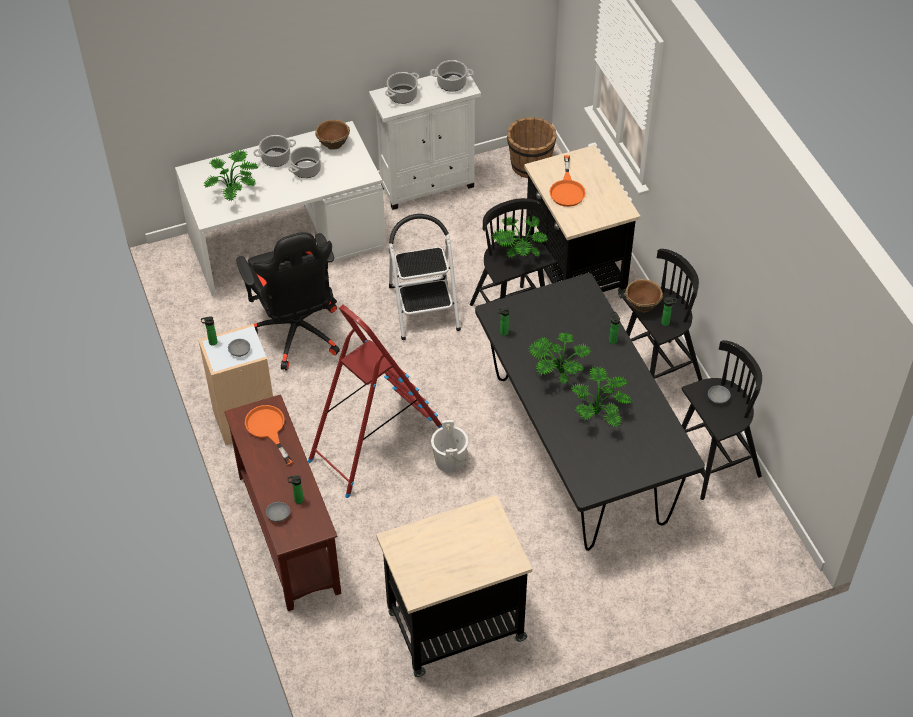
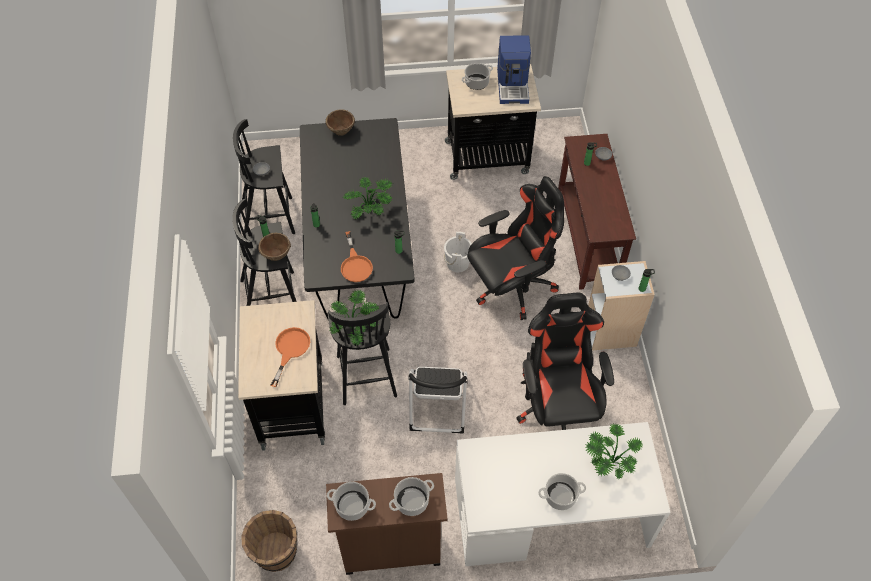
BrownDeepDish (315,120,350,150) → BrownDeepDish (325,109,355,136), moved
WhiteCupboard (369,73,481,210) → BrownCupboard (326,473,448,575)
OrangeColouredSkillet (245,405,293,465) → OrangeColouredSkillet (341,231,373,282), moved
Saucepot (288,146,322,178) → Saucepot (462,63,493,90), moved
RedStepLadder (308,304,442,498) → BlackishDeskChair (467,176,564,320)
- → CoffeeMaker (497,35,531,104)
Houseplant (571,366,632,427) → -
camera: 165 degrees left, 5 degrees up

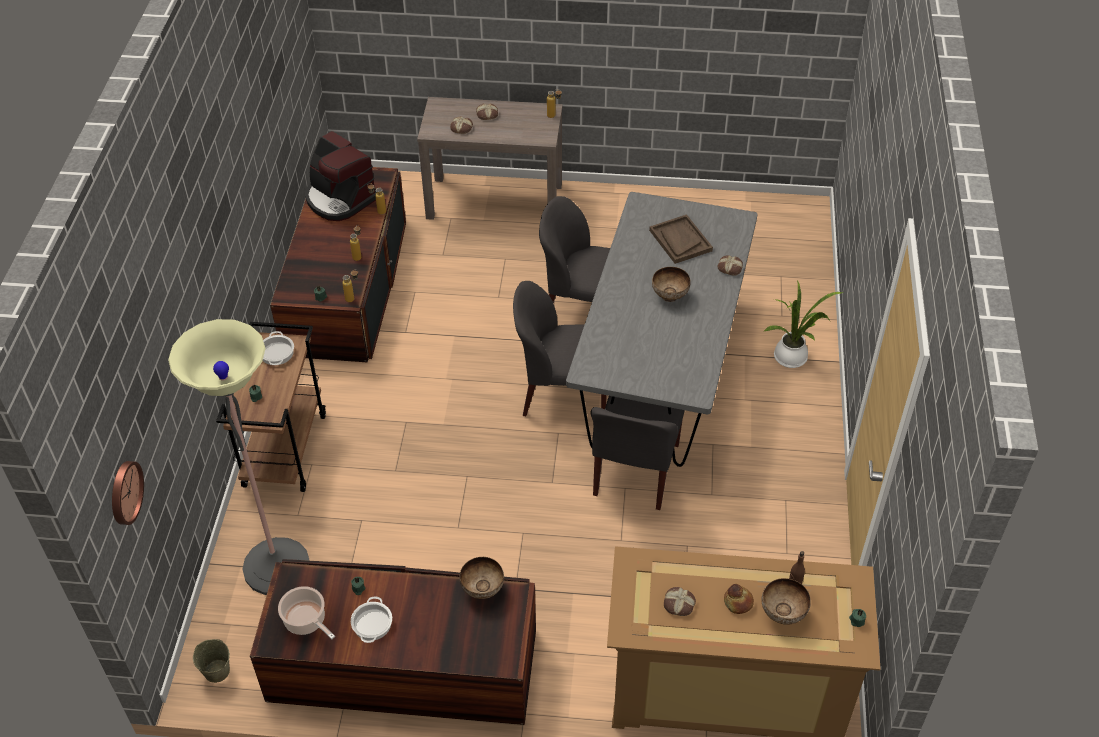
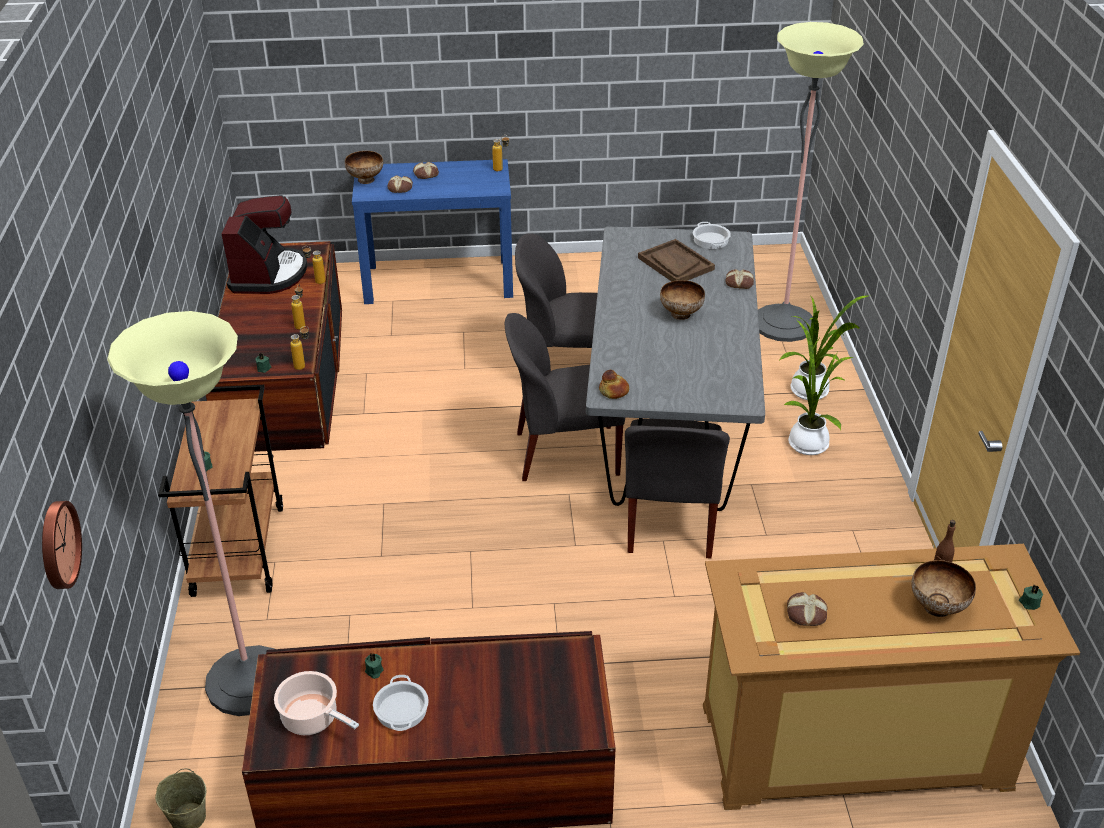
CoffeeMaker (305,131,377,221) → CoffeeMaker (222,195,307,294), 120 degrees counterclockwise
DeepDish (459,557,504,599) → DeepDish (345,151,383,184), moved
BrownHallTable (417,97,562,220) → BlueHallTable (352,159,513,304)
BakeryBread (724,584,754,614) → BakeryBread (599,370,629,399), moved
Saucepot (263,331,294,365) → Saucepot (693,222,731,249), moved
- → StandingLamp (758,22,864,342)
- → Houseplant (784,320,853,455)
camera: 10 degrees left, 10 degrees down

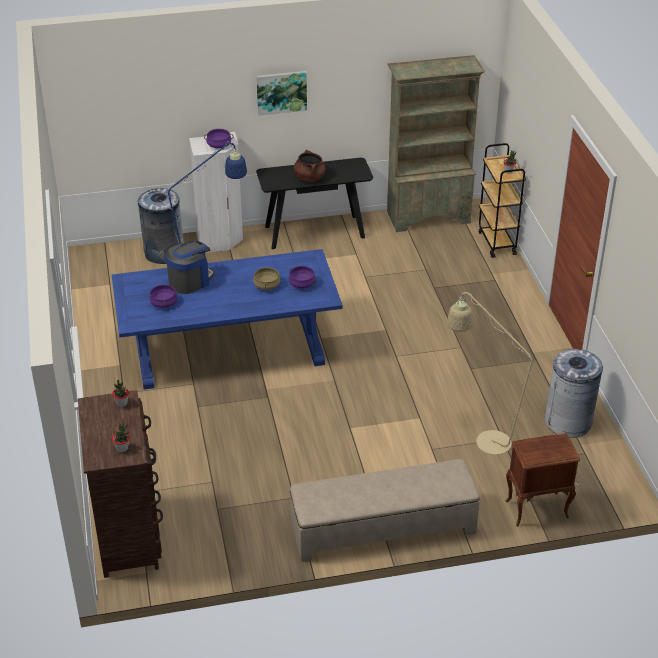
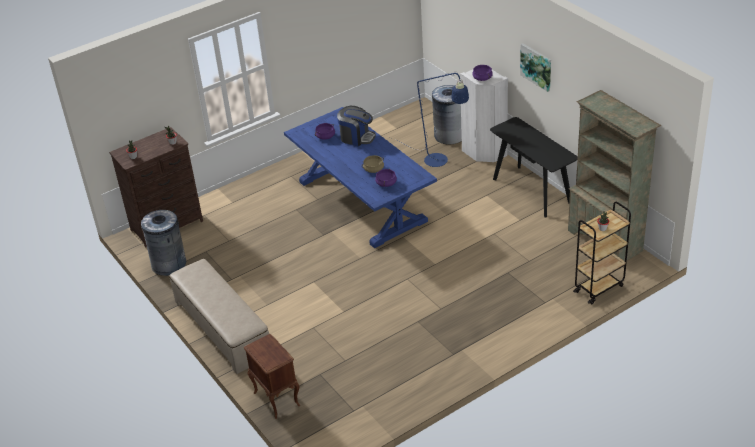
GreyRubbishBin (544,349,603,438) → GreyRubbishBin (141,210,186,276), moved
BrownSaucepot (294,150,326,182) → -
SandColouredStandingLamp (447,292,578,485) → -
camera: 70 degrees right, 0 degrees up

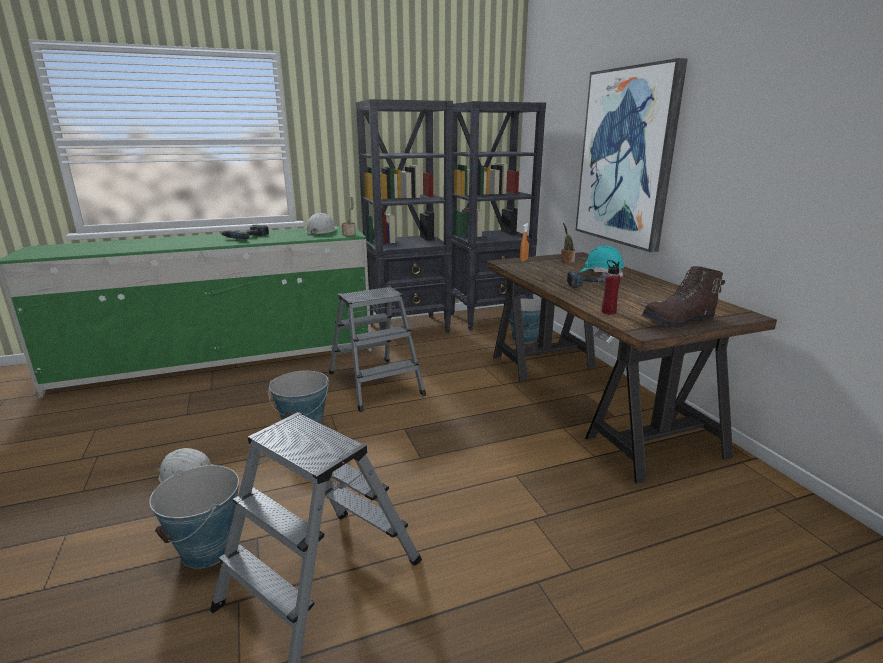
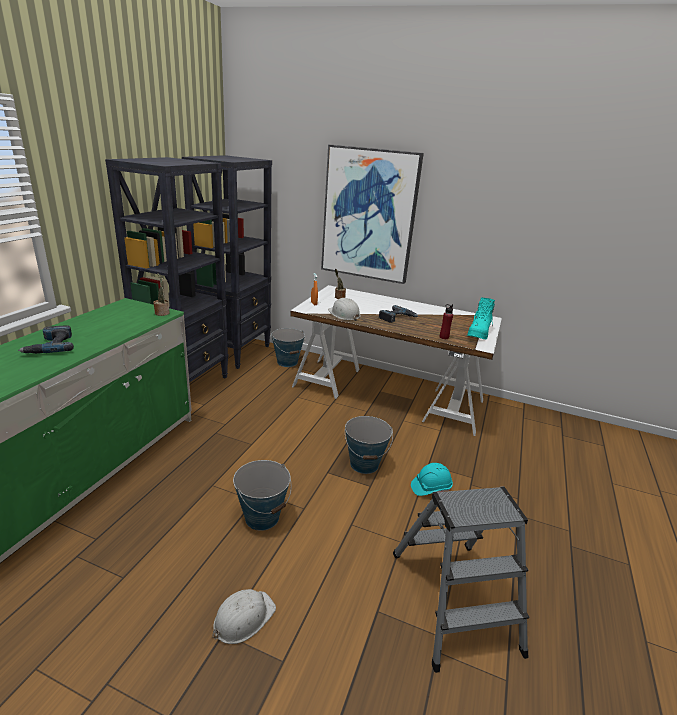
BrownDeskUnit (486,252,777,484) → WhiteDeskUnit (290,285,502,436)
WhiteHardHat (306,213,337,235) → WhiteHardHat (328,298,361,321), moved
Pail (149,465,239,569) → Pail (345,416,393,474), moved
BlueGreenHardHat (579,245,624,277) → BlueGreenHardHat (411,463,453,496), moved
BrownHighTopBoot (642,266,725,328) → BlueGreenHighTopBoot (467,297,495,339)
GreyStepLadder (329,287,426,412) → -
camera: 50 degrees left, 5 degrees up

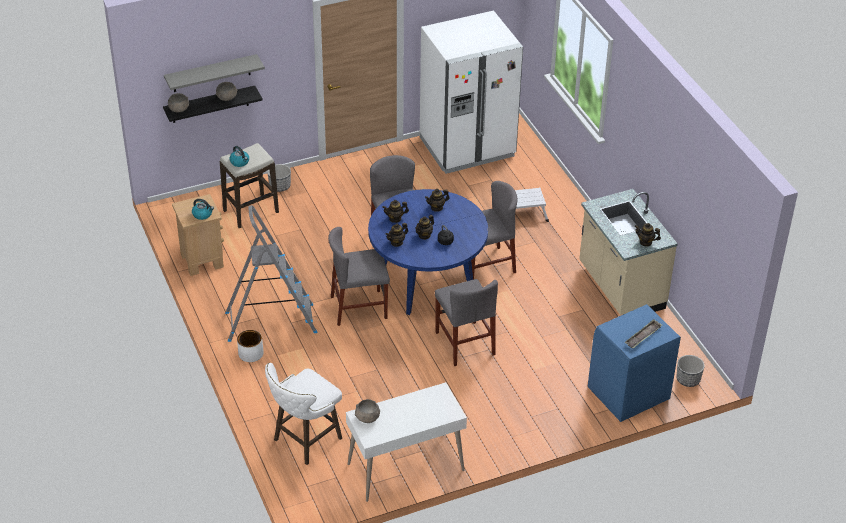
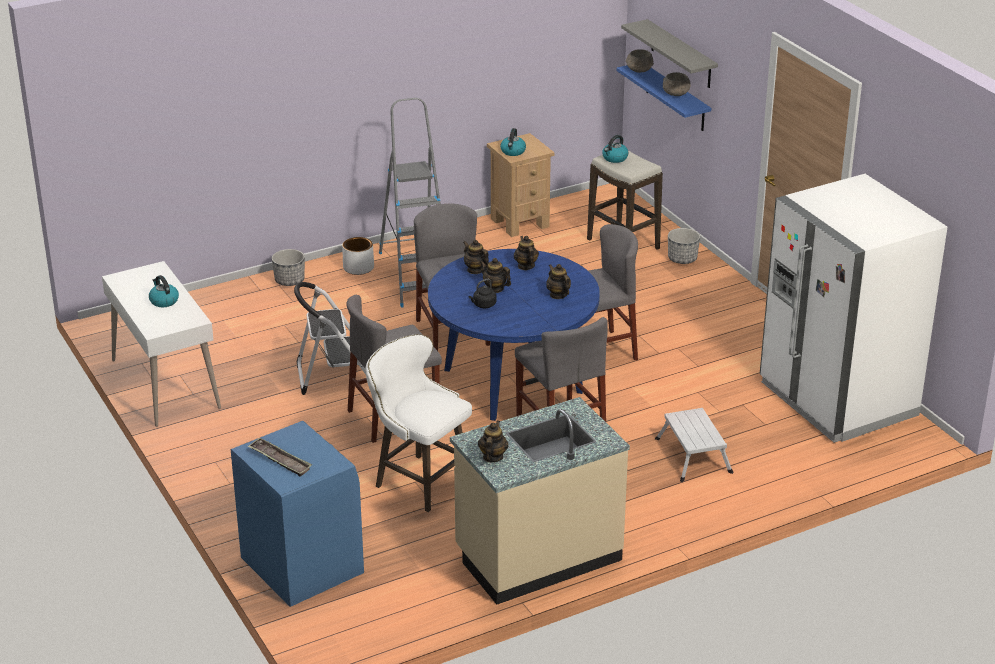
- → TeaKettle (149,275,179,307)
PlantPot (676,355,705,387) → PlantPot (272,249,305,286), moved
- → StepLadder (294,282,366,395)
WhiteStool (265,363,342,465) → WhiteStool (365,334,472,512), moved
BlackishWallShelf (163,86,263,123) → BlueWallShelf (617,65,711,131)
GreyDeepDish (355,399,380,423) → -
camera: 85 degrees right, 10 degrees down

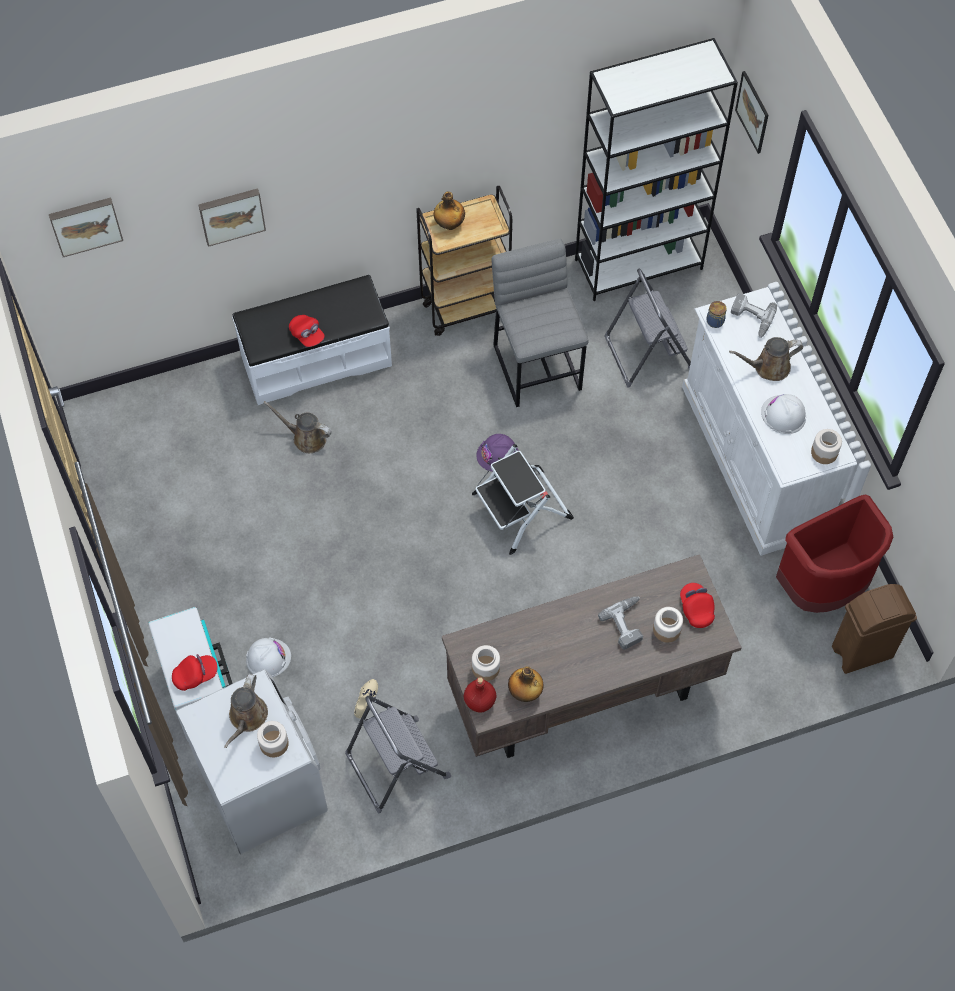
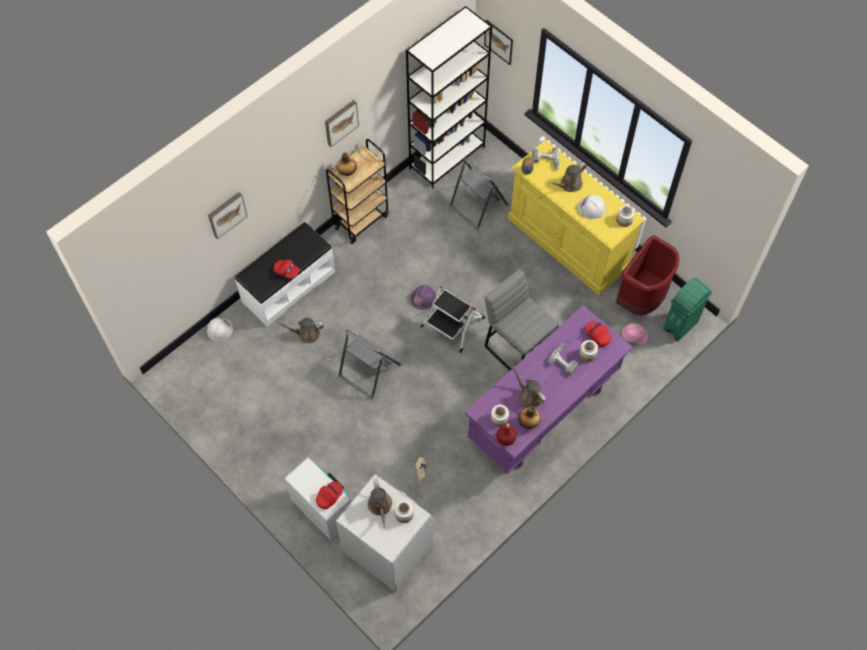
WhiteHardHat (246,637,291,677) → WhiteHardHat (207,317,233,341), moved
Picture (49,197,123,257) → Picture (325,100,359,147), moved
GreyStepLadder (345,696,451,814) → GreyStepLadder (338,330,402,399), moved
BrownDeskUnit (442,554,742,758) → PurplishDeskUnit (465,305,633,474)
GreyChair (492,239,589,407) → GreyChair (484,269,559,371), moved
WhiteCupboard (682,287,857,556) → YellowColouredCupboard (508,140,644,295)
- → BrownWateringCan (510,362,546,408)
- → PinkColouredHardHat (621,323,648,344)
BrownRubbishBin (832,584,917,674) → GreenColouredRubbishBin (663,278,712,341)
camera: 25 degrees left, 0 degrees up

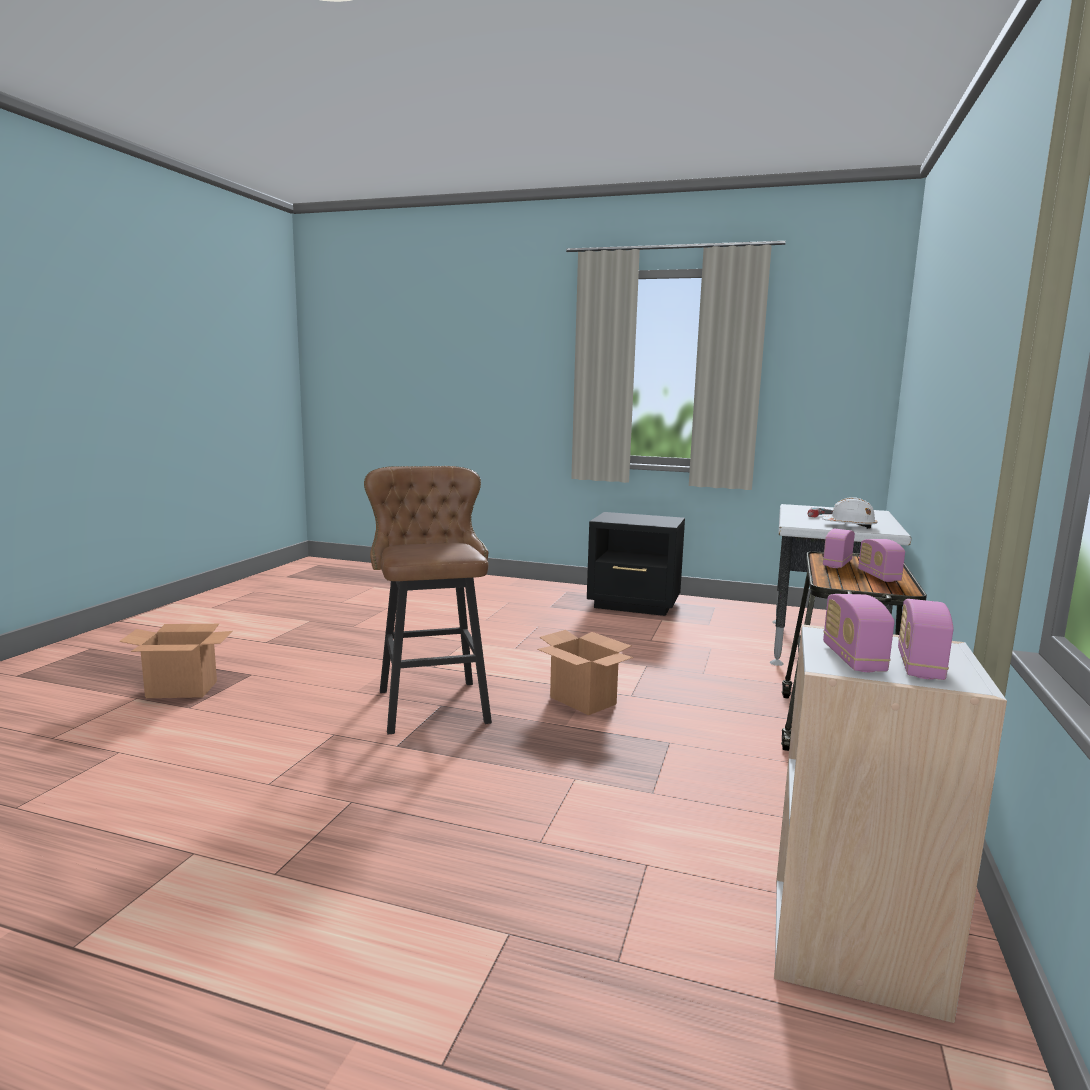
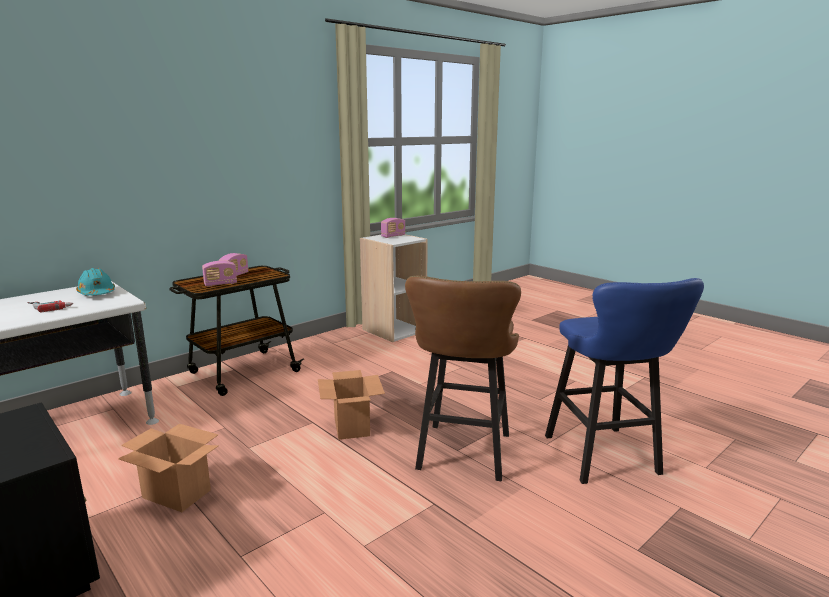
WhiteHardHat (822,497,877,529) → BlueGreenHardHat (76,268,115,296)
PackingBox (119,624,233,698) → PackingBox (118,424,219,512), moved
- → BlueStool (545,278,704,484)
RadioSet (823,594,894,672) → -
camera: 150 degrees left, 5 degrees up

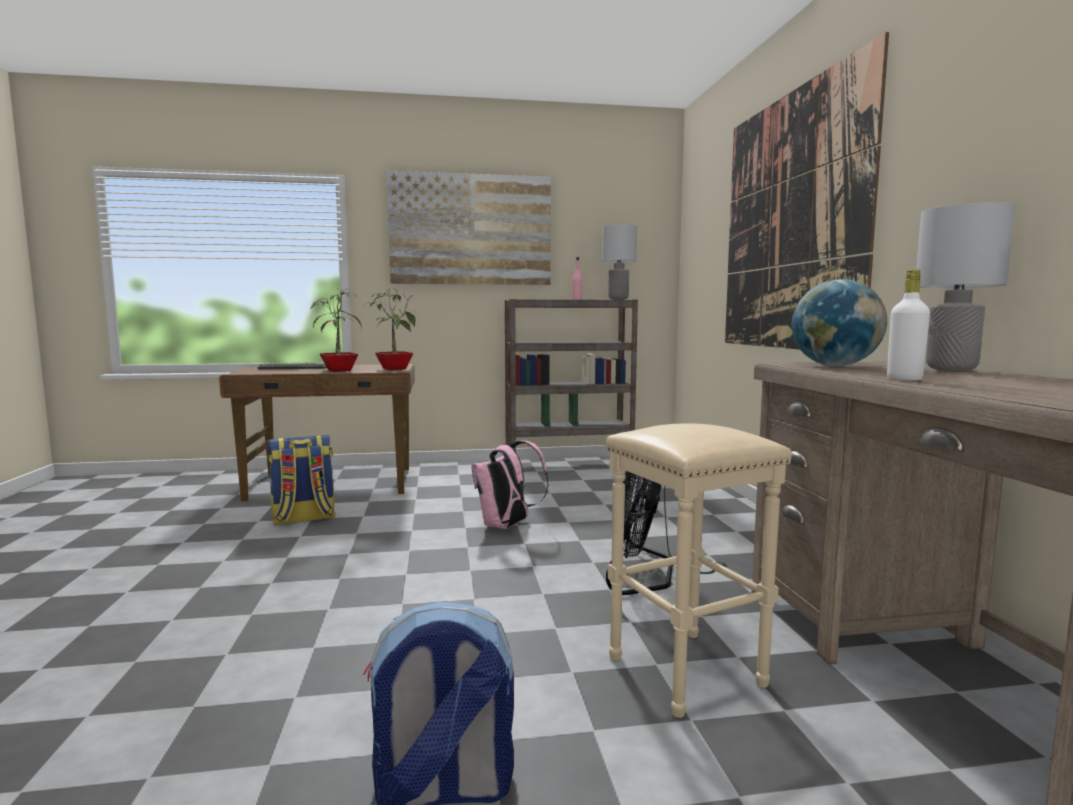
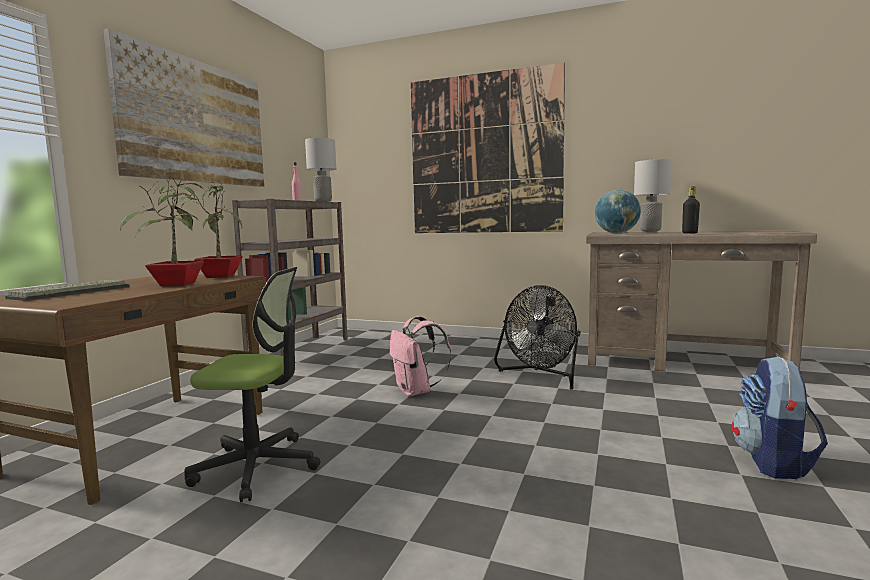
Rucksack (267,435,336,526) → DeskChair (184,267,321,502)
WhiteDrinkBottle (887,269,930,381) → BlackishDrinkBottle (682,186,700,233)
SandColouredStool (606,423,792,718) → -
camera: 60 degrees left, 0 degrees up

